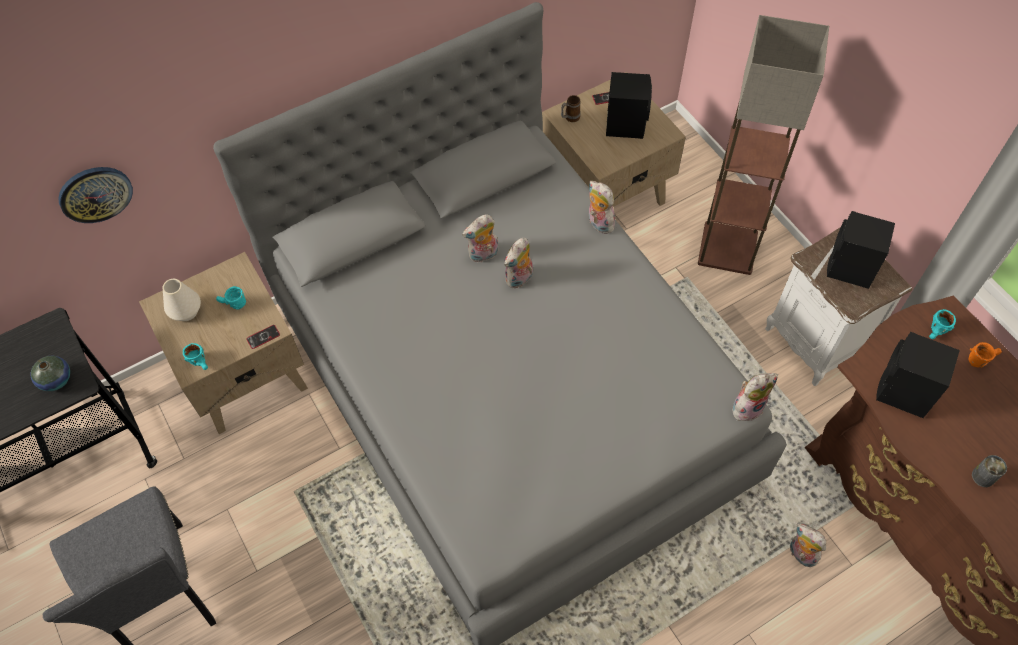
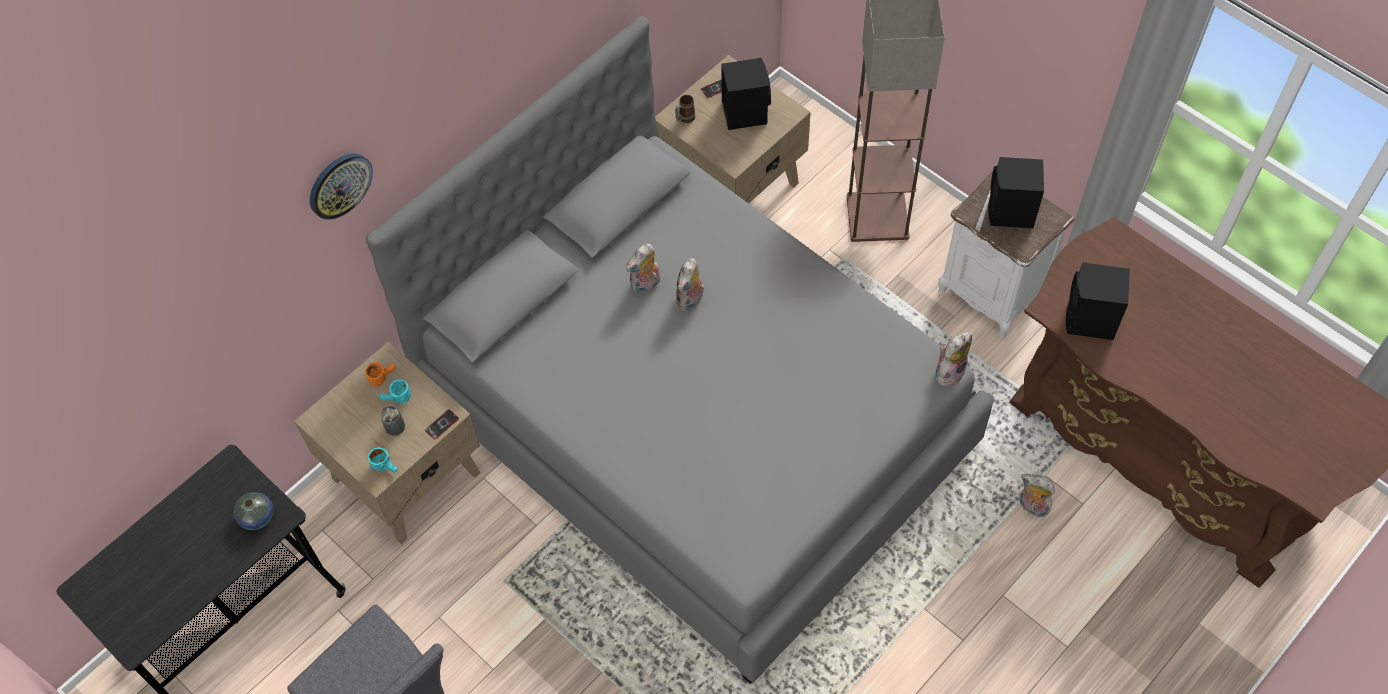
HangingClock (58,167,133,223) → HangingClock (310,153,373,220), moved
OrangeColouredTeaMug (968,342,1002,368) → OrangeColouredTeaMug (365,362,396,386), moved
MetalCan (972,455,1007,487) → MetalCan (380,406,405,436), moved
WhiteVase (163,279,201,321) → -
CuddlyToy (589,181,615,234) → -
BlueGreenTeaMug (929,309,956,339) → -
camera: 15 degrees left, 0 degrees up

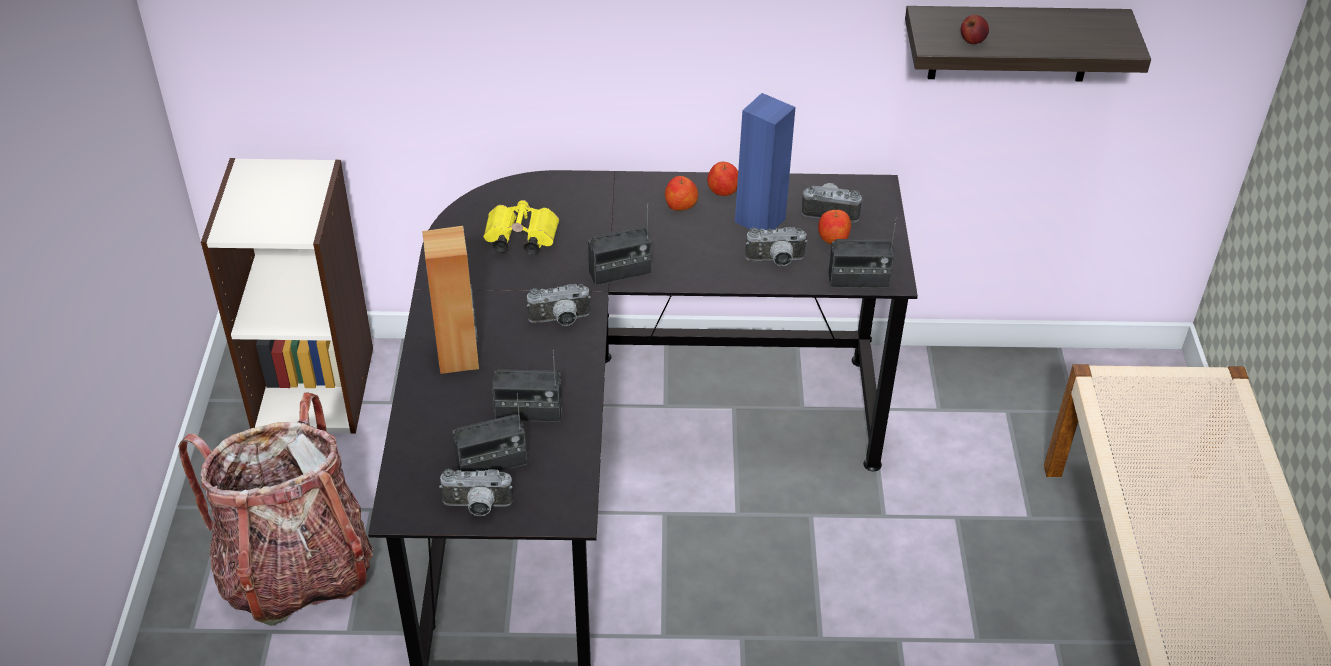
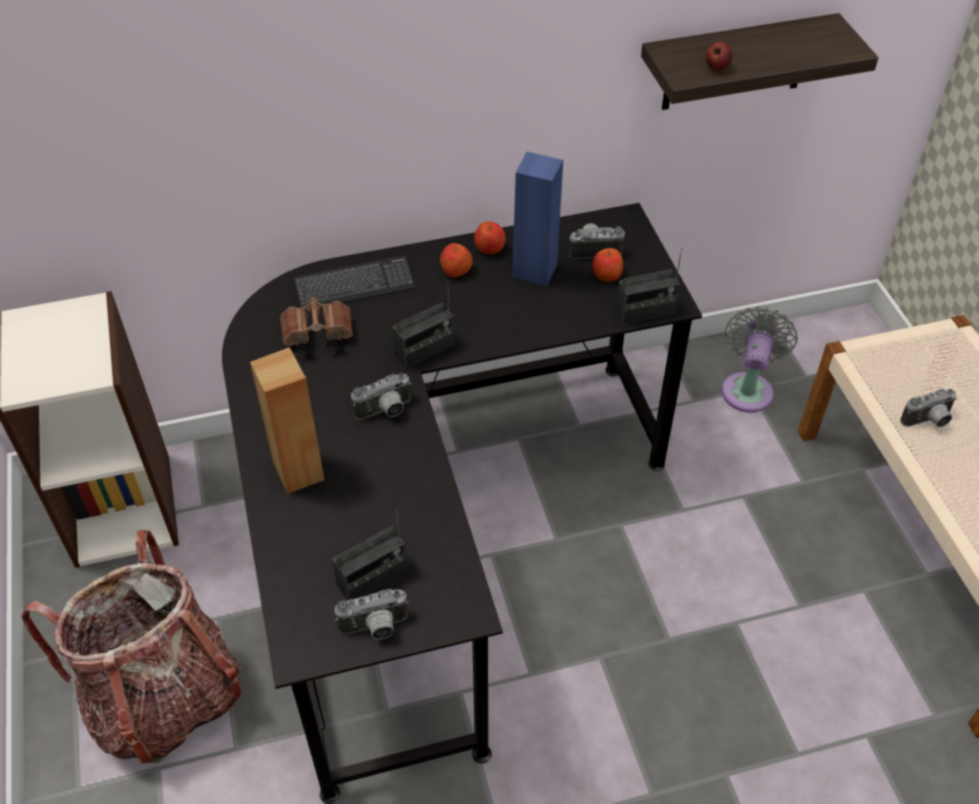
YellowColouredBinoculars (484,200,559,255) → BrownBinoculars (280,298,353,355)
- → ComputerKeyboard (294,256,416,311)
- → GreyFan (722,306,798,413)
PhotoCamera (745,227,808,266) → PhotoCamera (900,389,957,427), moved
RadioSet (492,349,562,422) → -
camera: 15 degrees left, 5 degrees up

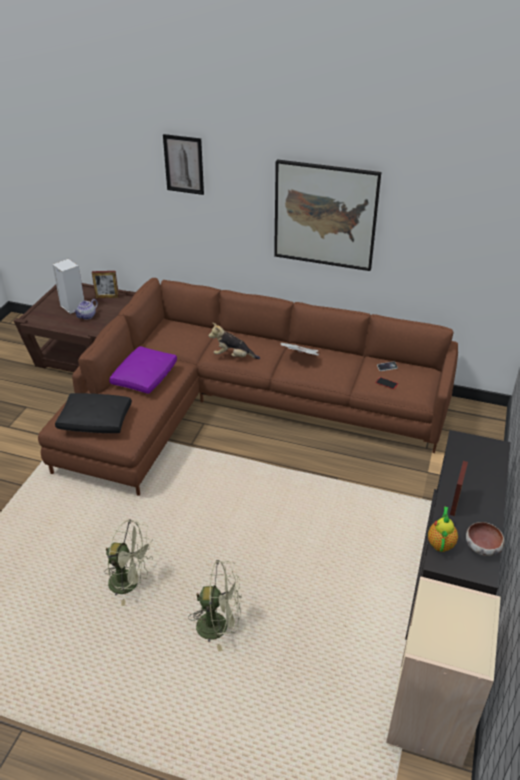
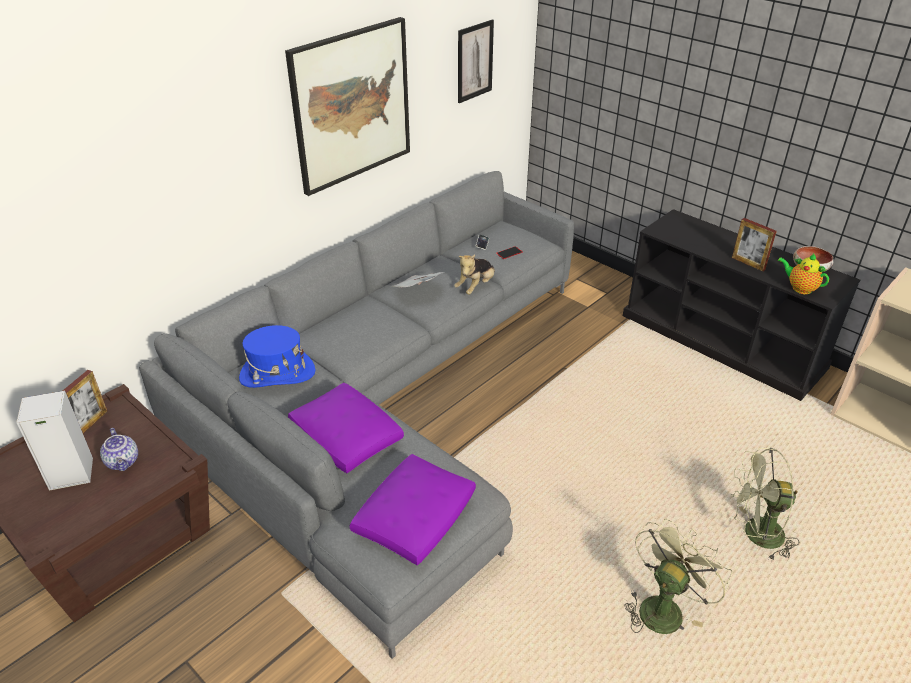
BrownCouch (38,278,458,496) → GreyCouch (139,171,574,659)
- → BlueHat (239,325,315,388)
BlackishThrowPillow (55,393,132,433) → PurplishThrowPillow (350,454,476,565)
CuddlyToy (208,323,260,359) → CuddlyToy (454,255,495,295), moved
Picture (163,134,204,195) → Picture (458,20,494,103), moved
GreenColouredFan (188,560,241,652) → GreenColouredFan (730,448,799,561), 120 degrees counterclockwise
camera: 65 degrees left, 0 degrees up

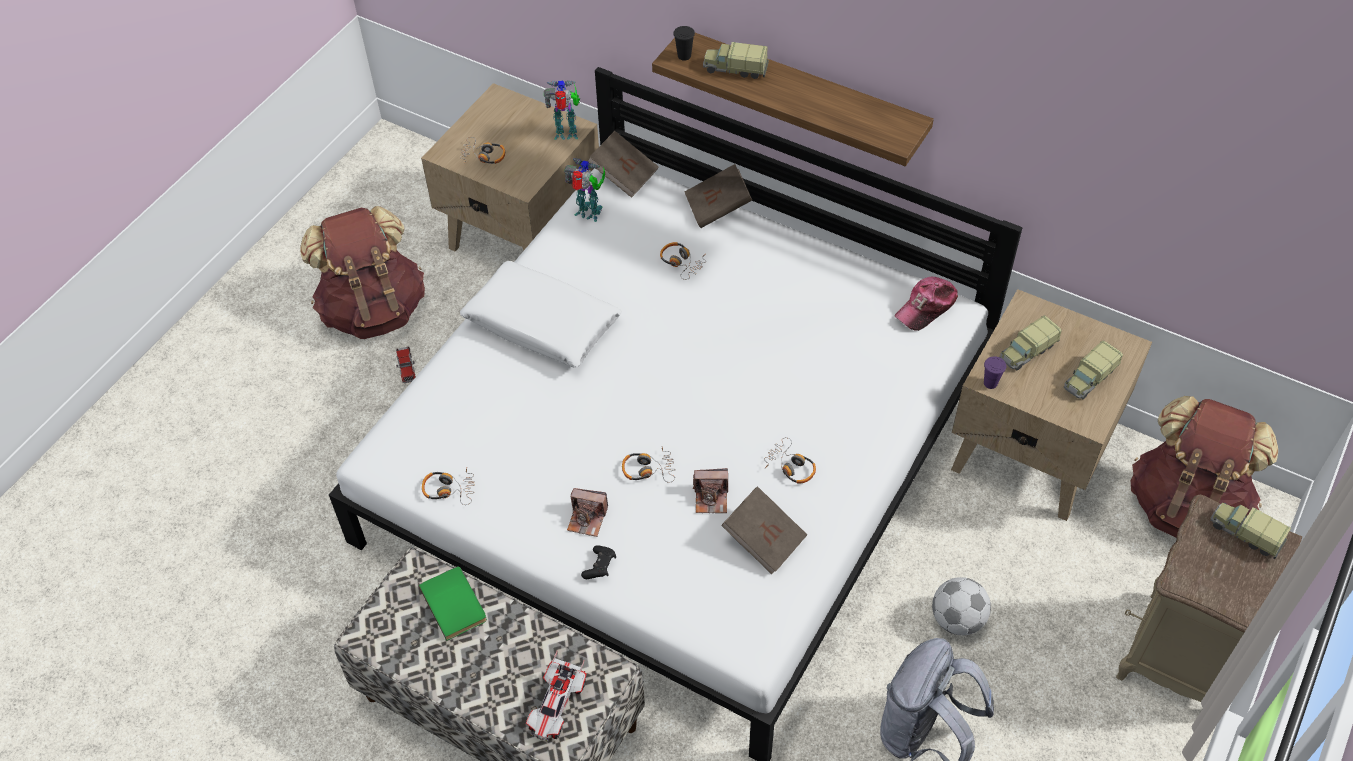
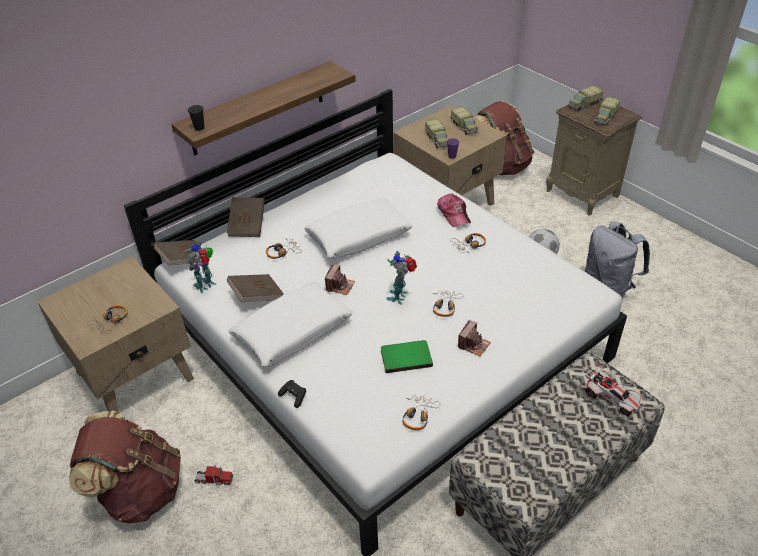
BrownVolume (721,486,807,574) → BrownVolume (227,274,284,302), moved
BlackishGameController (581,545,616,579) → BlackishGameController (278,380,306,408), moved
- → WhiteThrowPillow (304,198,413,259)
PhotoCamera (693,468,728,513) → PhotoCamera (325,264,355,295), moved
GreenColouredVolume (419,567,487,641) → GreenColouredVolume (381,340,433,373), moved
ModelRobot (544,80,580,140) → ModelRobot (386,251,417,305), moved
PeakedCap (895,277,958,331) → PeakedCap (437,193,471,227), moved
ToyTruck (703,42,769,79) → ToyTruck (594,96,620,126), moved
camera: 70 degrees left, 10 degrees down

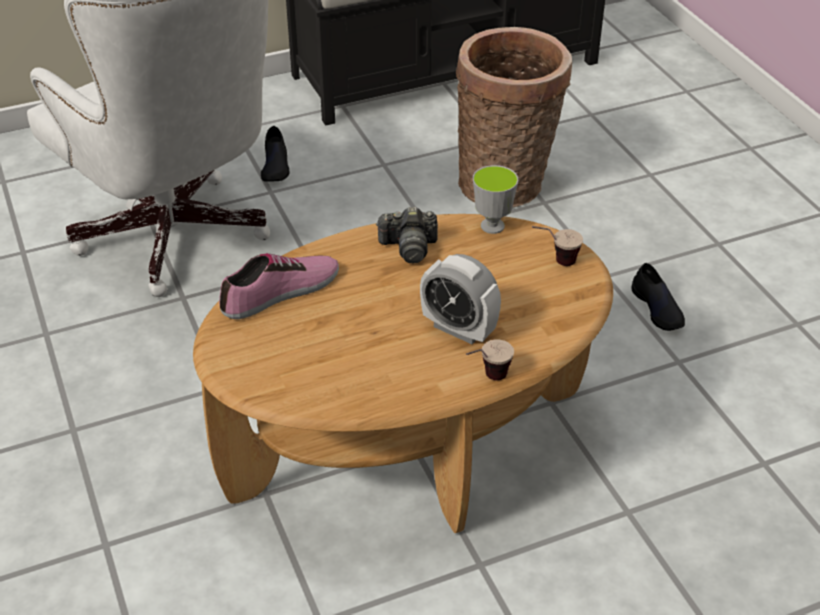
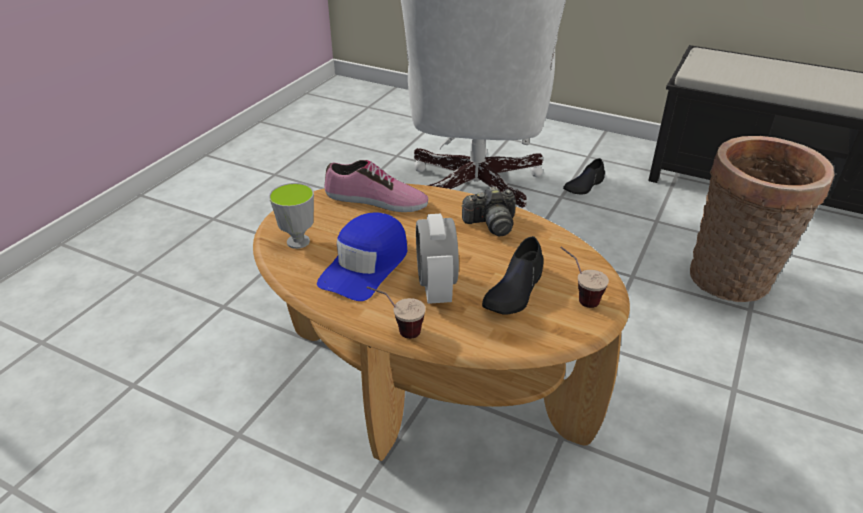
SmallCup (473,165,518,234) → SmallCup (269,183,314,249), moved
- → BluePeakedCap (317,212,407,301)
PhotoCamera (376,207,438,263) → PhotoCamera (462,186,516,236), 60 degrees counterclockwise
BlackishItemOfFootwear (632,263,685,331) → BlackishItemOfFootwear (482,236,544,315), moved
camera: 50 degrees right, 5 degrees down

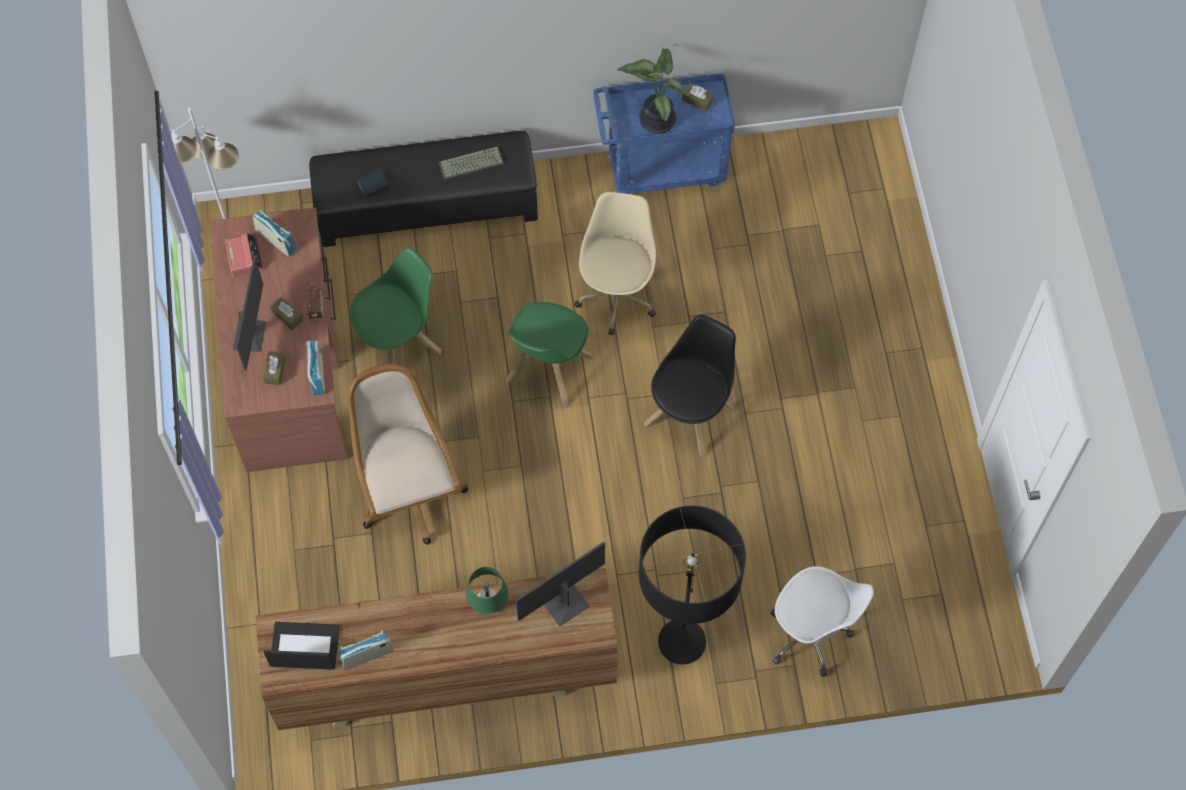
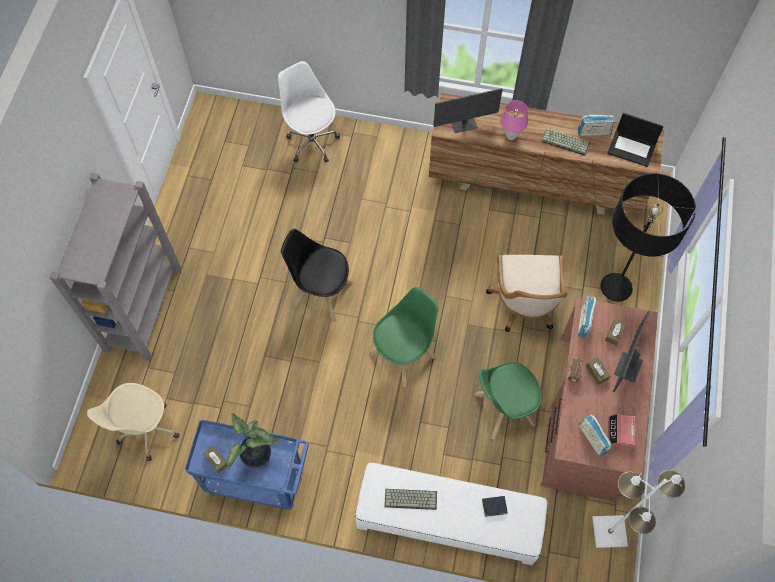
- → GreyShelvingUnit (49,173,181,361)
SandColouredDeskChair (574,192,656,335) → SandColouredDeskChair (87,383,179,461), moved
BlackishChair (644,315,736,457) → BlackishChair (281,229,352,322), 60 degrees clockwise
BlackishIndoorBench (309,131,538,247) → WhiteIndoorBench (355,463,547,565)
GreenColouredTableLamp (466,567,509,614) → PinkColouredTableLamp (500,100,528,140)
- → ComputerKeyboard (541,128,590,156)
BlackishStandingLamp (639,506,746,665) → BlackishStandingLamp (601,173,696,302), moved
camera: 160 degrees left, 0 degrees up

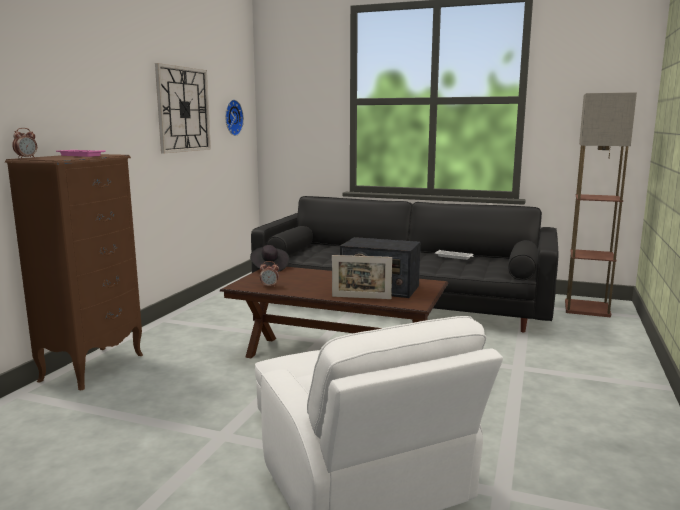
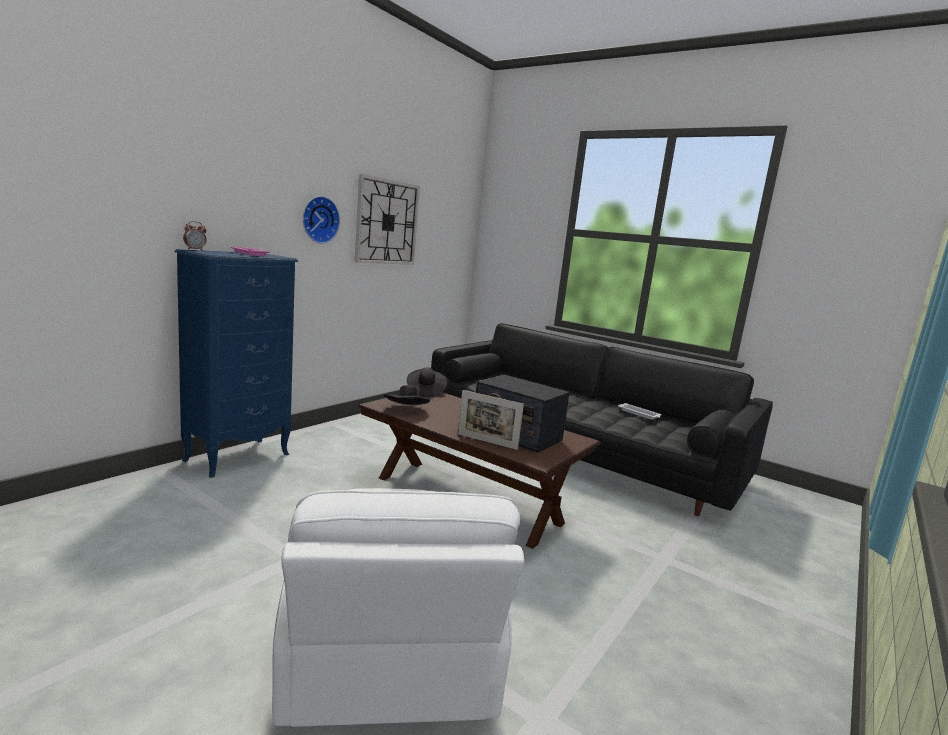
BrownChestOfDrawers (5,154,143,390) → BlueChestOfDrawers (174,249,298,478)
HangingClock (225,100,244,136) → HangingClock (303,196,340,244), moved
BedsideClock (260,261,279,287) → BlackishHat (384,385,430,405)
StandingLamp (565,92,637,317) → -
camera: 15 degrees right, 0 degrees up

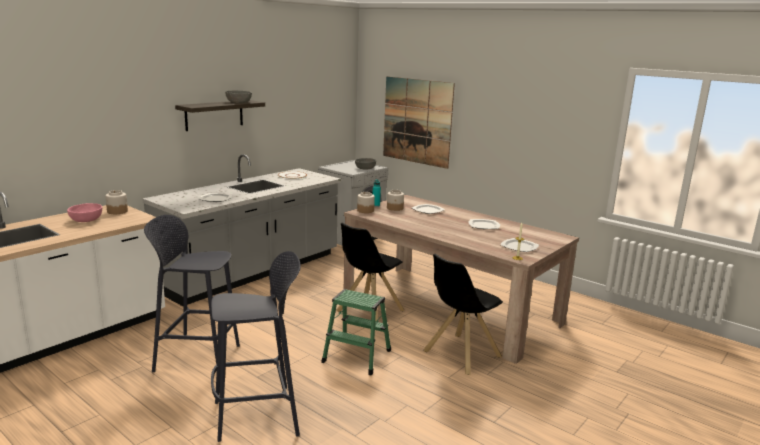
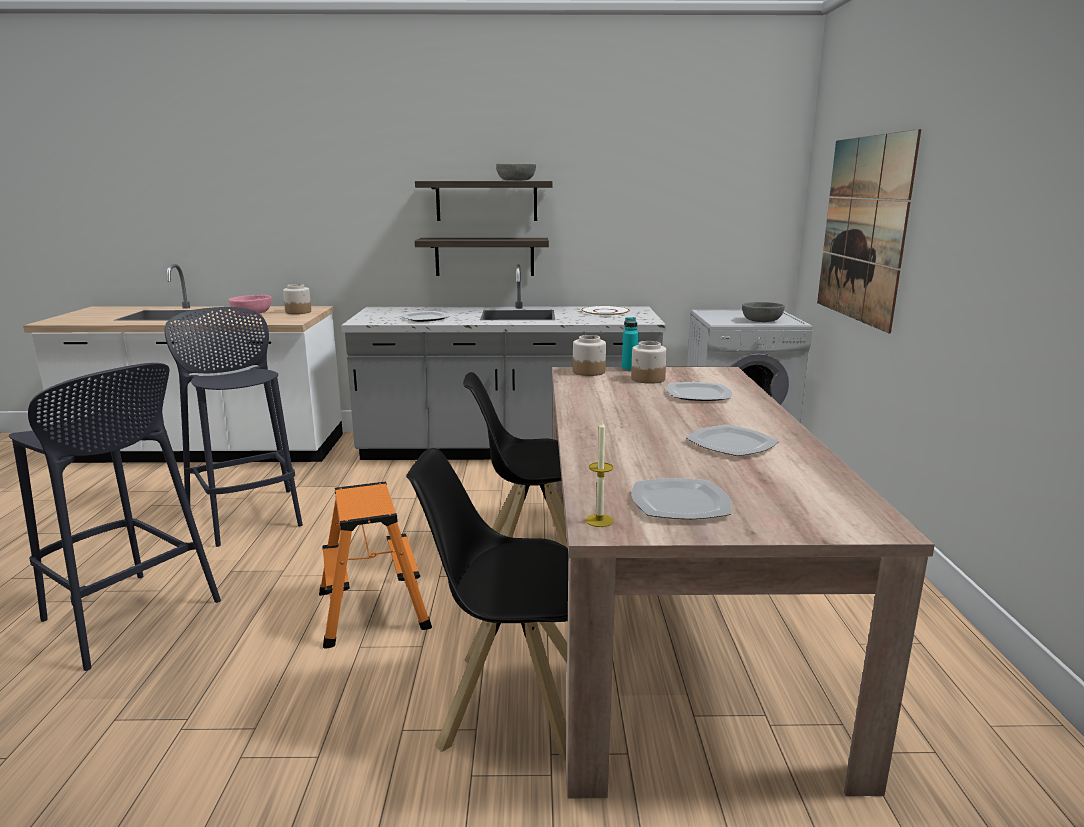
GreenColouredStepLadder (321,289,391,375) → OrangeColouredStepLadder (319,481,432,649)
- → WallShelf (414,238,549,276)
camera: 50 degrees right, 0 degrees up

